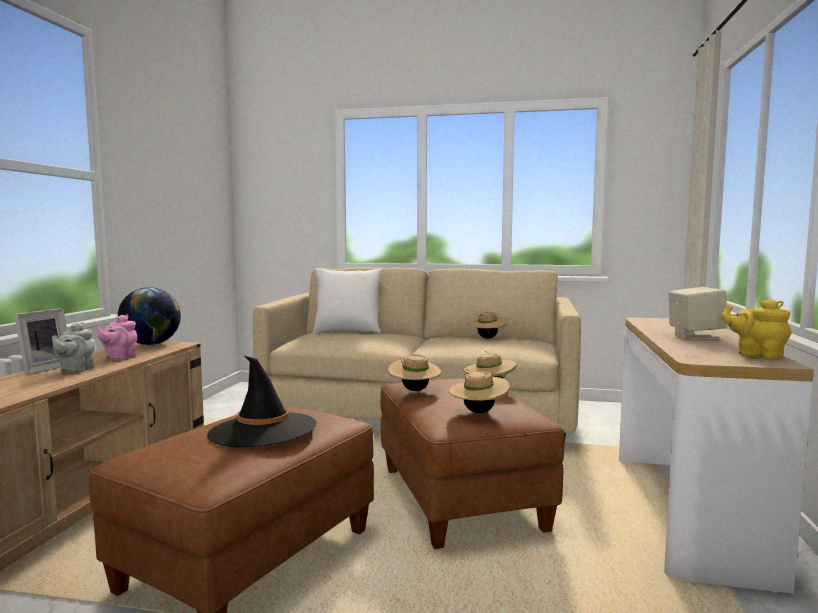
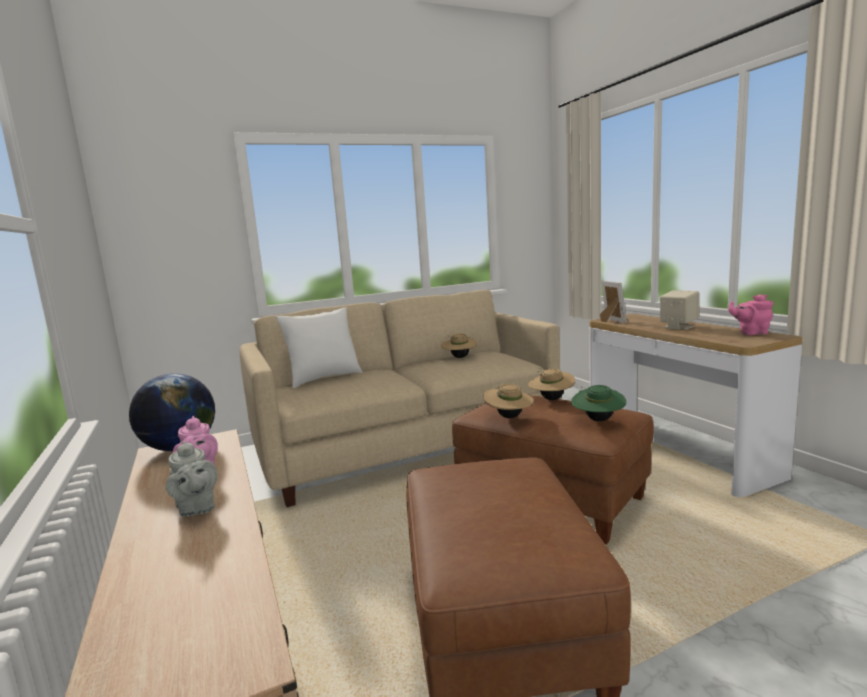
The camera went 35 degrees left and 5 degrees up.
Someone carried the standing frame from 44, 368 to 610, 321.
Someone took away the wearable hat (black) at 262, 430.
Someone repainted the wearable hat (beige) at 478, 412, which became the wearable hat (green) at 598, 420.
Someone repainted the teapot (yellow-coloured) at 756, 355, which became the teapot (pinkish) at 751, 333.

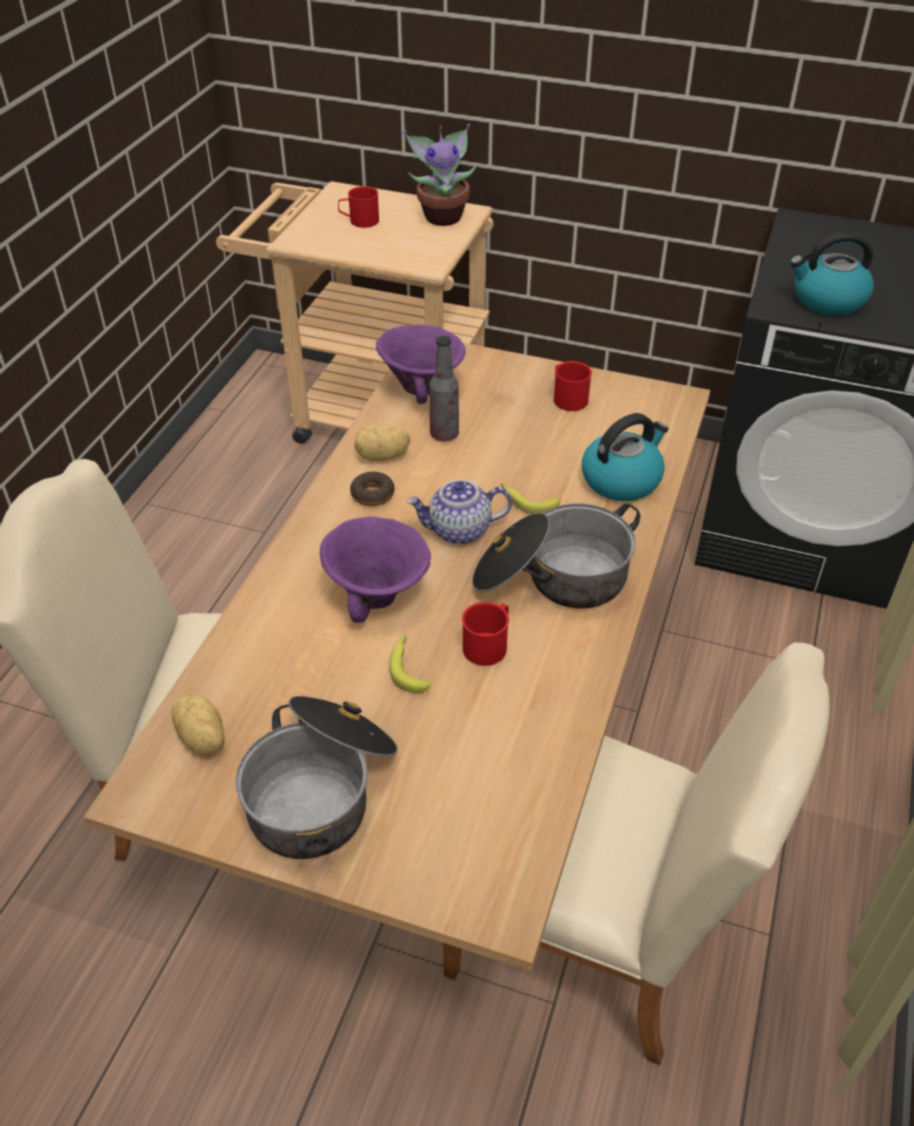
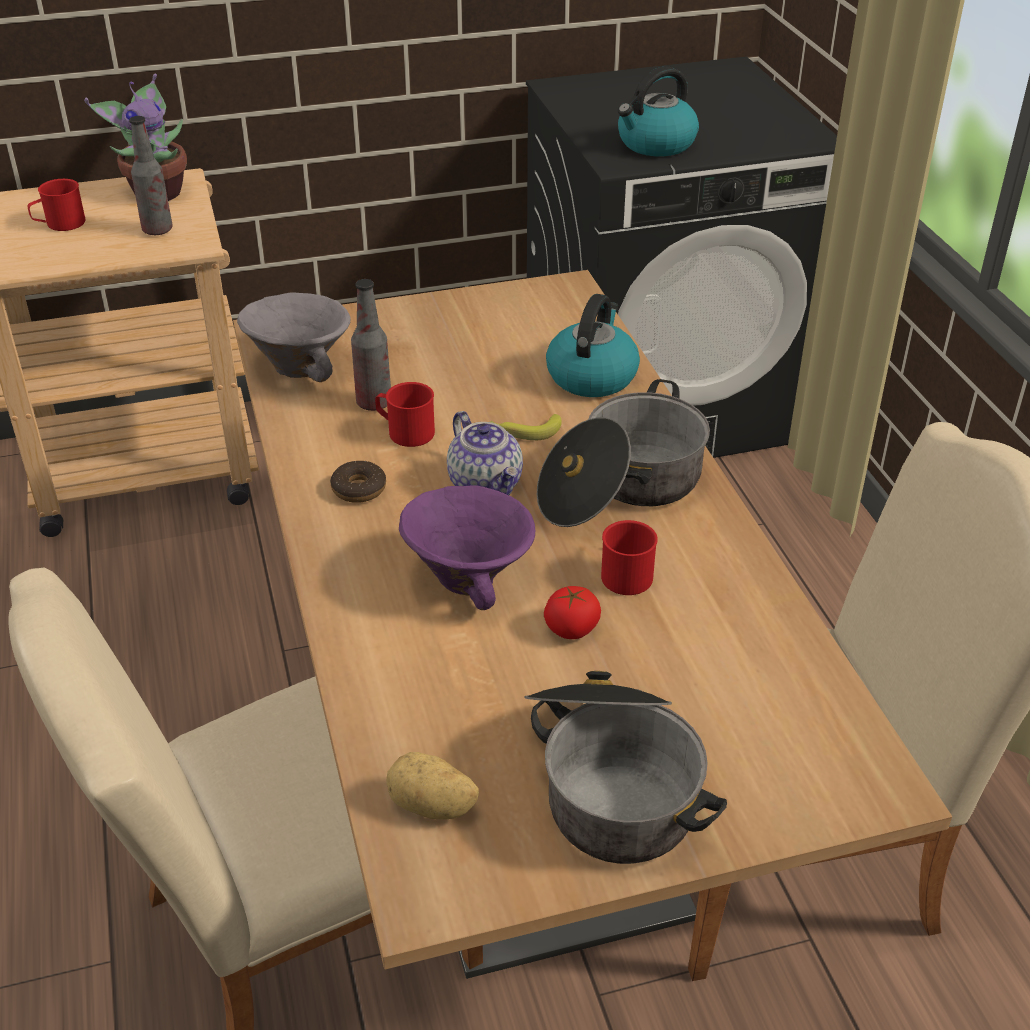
The camera went 35 degrees left and 5 degrees down.
Someone took away the whole potato at 382, 457.
Someone repainted the serving bowl (purple-coloured) at 423, 386, which became the serving bowl (gray) at 301, 367.
Someone swapped the banana at 408, 667 for the whole tomato at 572, 629.
Someone rotated the teapot at 459, 531 by 75 degrees counterclockwise.
Someone carried the tea mug (red) from 567, 397 to 405, 431.
Someone put down the bottle at 157, 230.

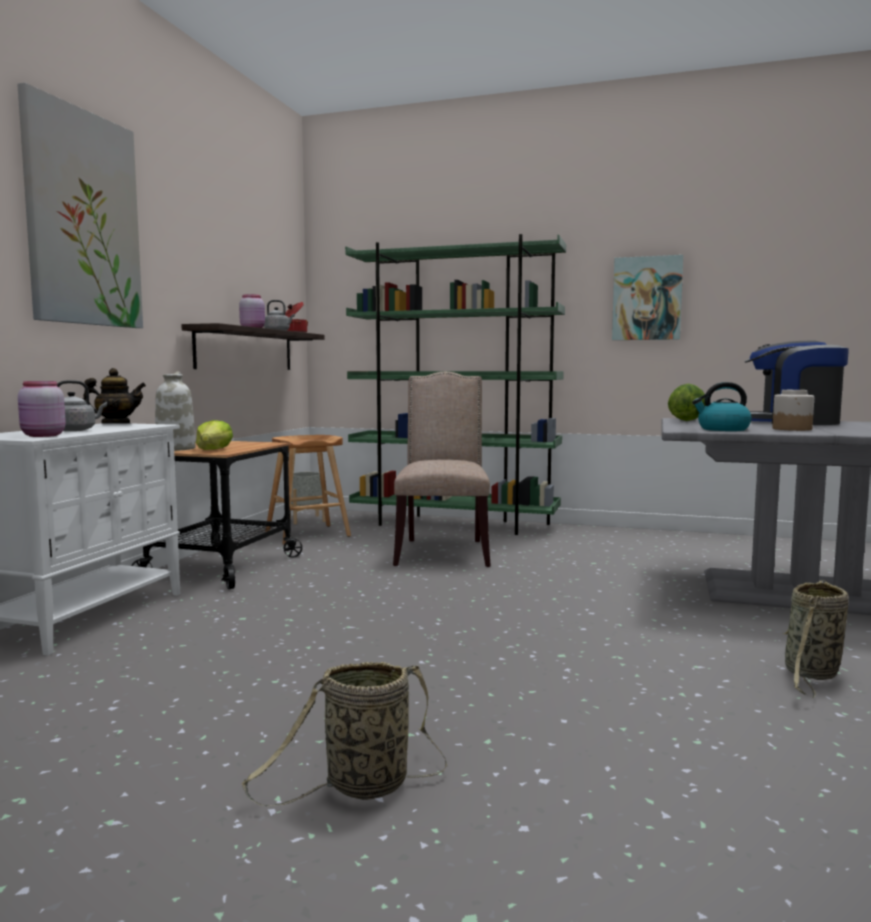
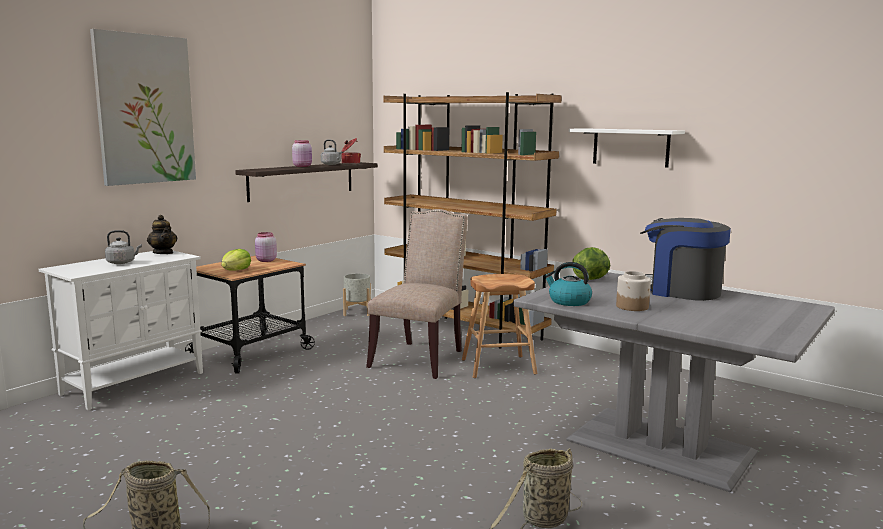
The camera went 20 degrees right and 5 degrees up.
Someone carried the jar (pinkish) from 42, 435 to 265, 260.
Someone rotated the teapot at 116, 424 by 45 degrees clockwise.
Someone took away the flower vase (white-coloured) at 175, 448.
Someone carried the stool (brown) from 307, 535 to 498, 367.
Someone repainted the bookshelf (green) at 454, 524, which became the bookshelf (brown) at 464, 330.
Someone swapped the wall art at 647, 298 for the shelf (white-coloured) at 630, 147.

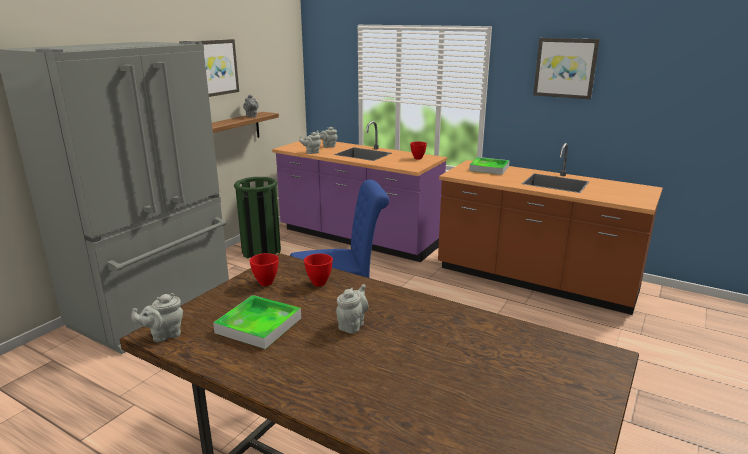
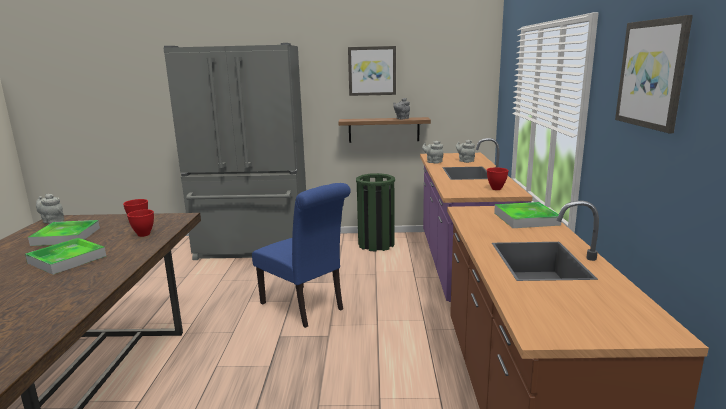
The camera went 60 degrees right and 5 degrees down.
Someone swapped the teapot (gray) at 352, 325 for the serving tray at 67, 259.

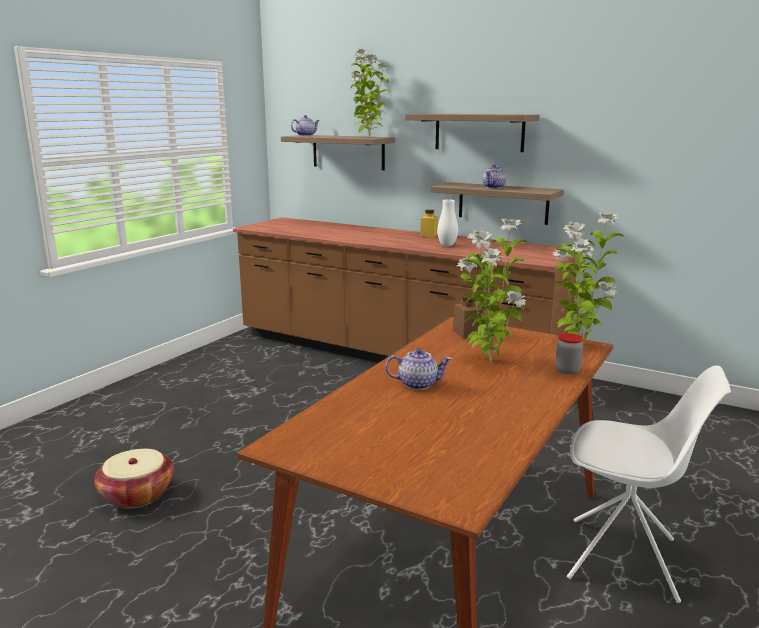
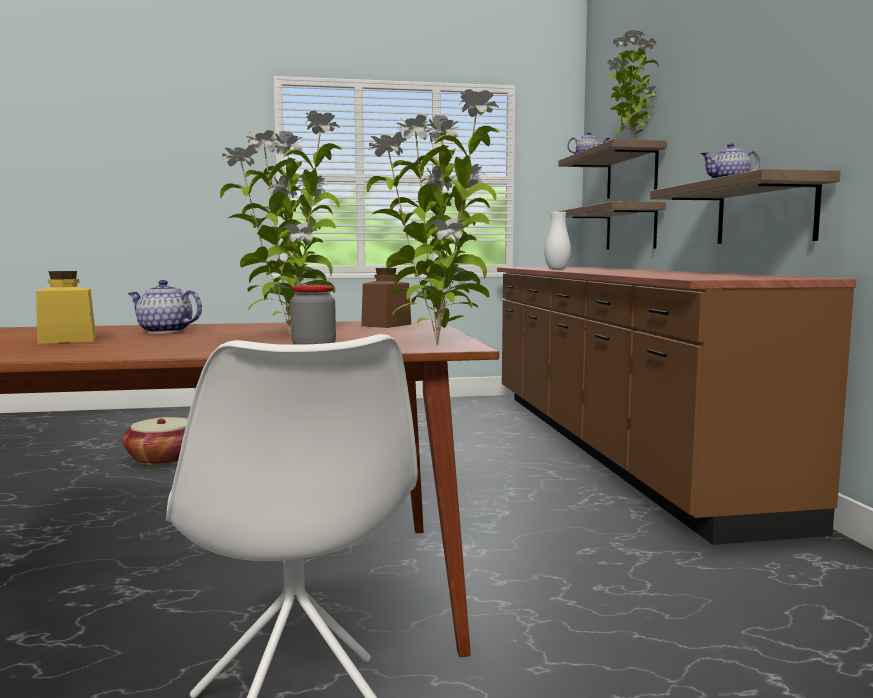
The camera went 50 degrees right and 10 degrees down.
Someone rotated the teapot at 418, 384 by 150 degrees clockwise.
Someone carried the shelf from 479, 132 to 630, 228.
Someone carried the jar (yellow-coloured) from 429, 235 to 67, 340.
Someone carried the flower vase (white-coloured) from 447, 245 to 557, 269.

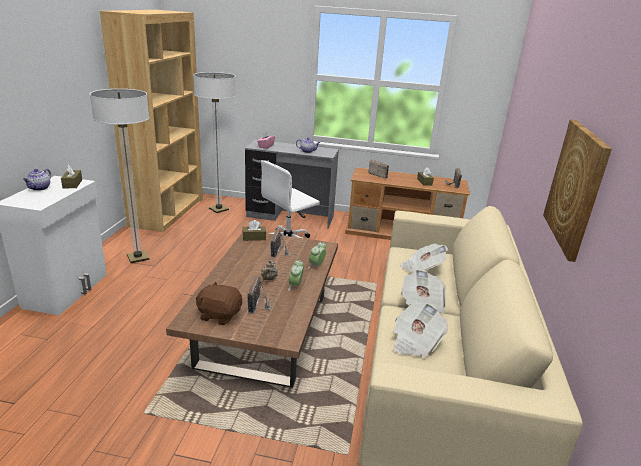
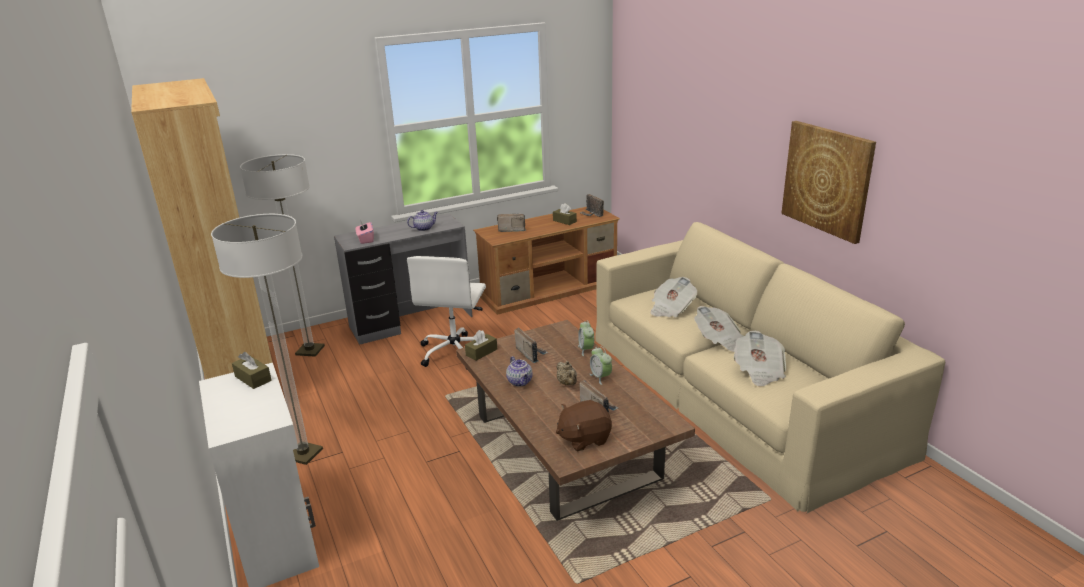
The camera went 35 degrees left and 0 degrees up.
Someone carried the teapot from 39, 188 to 520, 382.

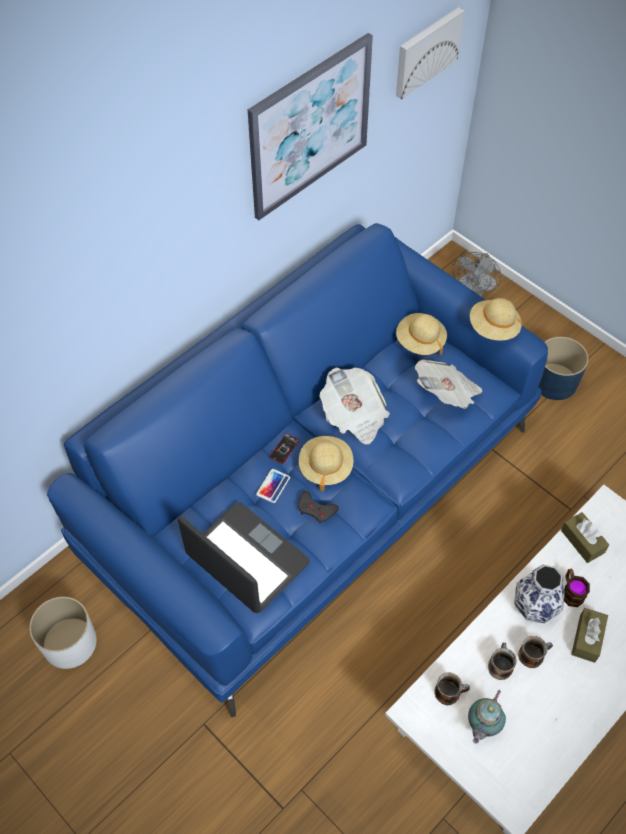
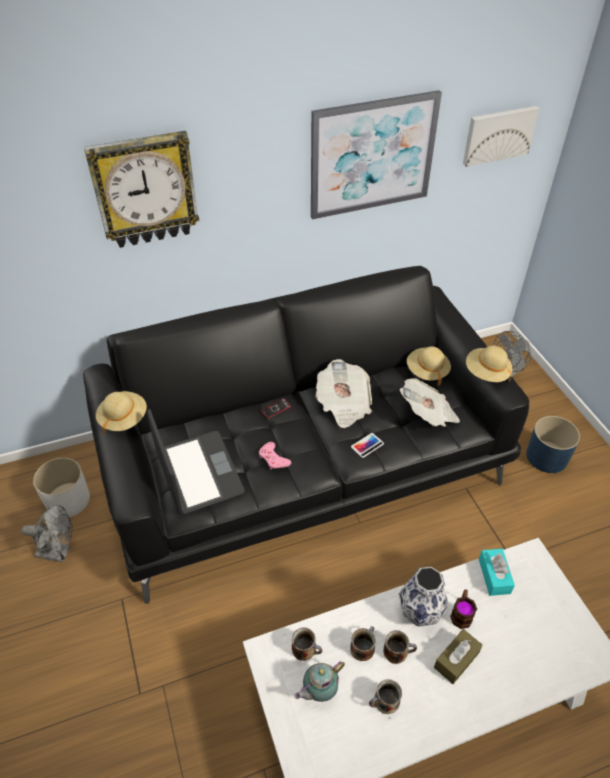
The camera went 25 degrees right and 10 degrees down.
Someone repainted the settee (blue-coloured) at 313, 487, which became the settee (black) at 304, 462.
Someone carried the phone from 273, 486 to 367, 445.
Someone repainted the game controller (gray) at 316, 509, which became the game controller (pinkish) at 273, 459.
Someone carried the wearable hat (beige) from 325, 467 to 123, 419.
Someone repainted the tissue box (brown) at 582, 541, which became the tissue box (turquoise-coloured) at 494, 576.
Someone put down the electric fan (gray) at 58, 553.
Someone put up the wall clock at 145, 190.
Someone put down the tea mug at 385, 702.

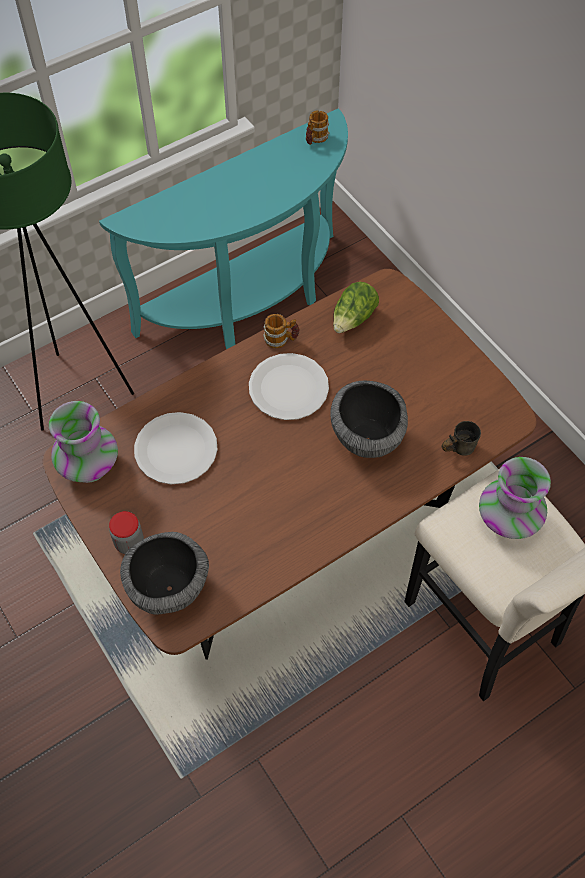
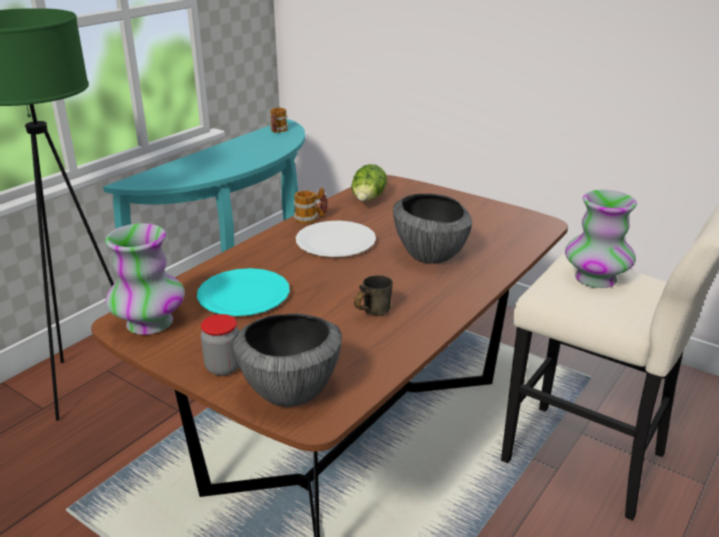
The camera went 20 degrees left and 30 degrees down.
Someone repainted the flat dish (white-coloured) at 176, 450, which became the flat dish (turquoise-coloured) at 243, 295.
Someone carried the tea mug (gray) from 457, 447 to 370, 312.

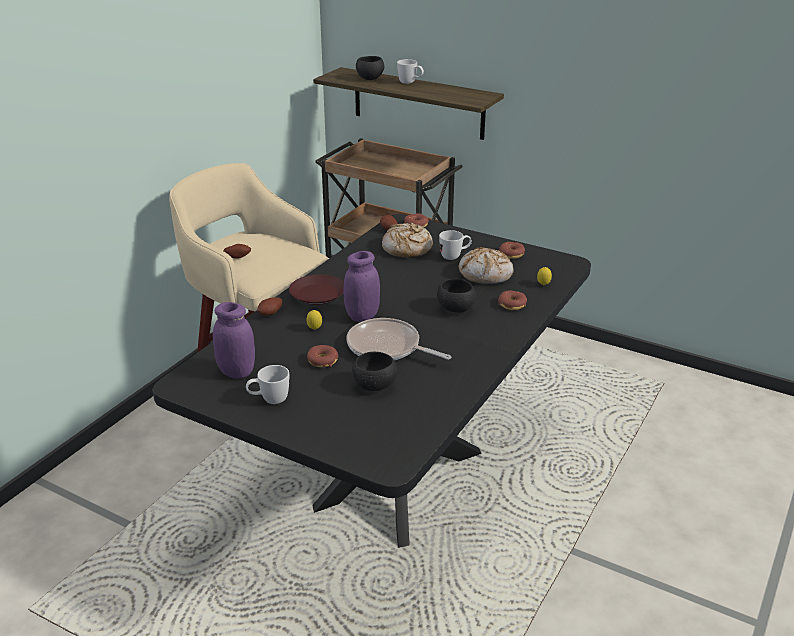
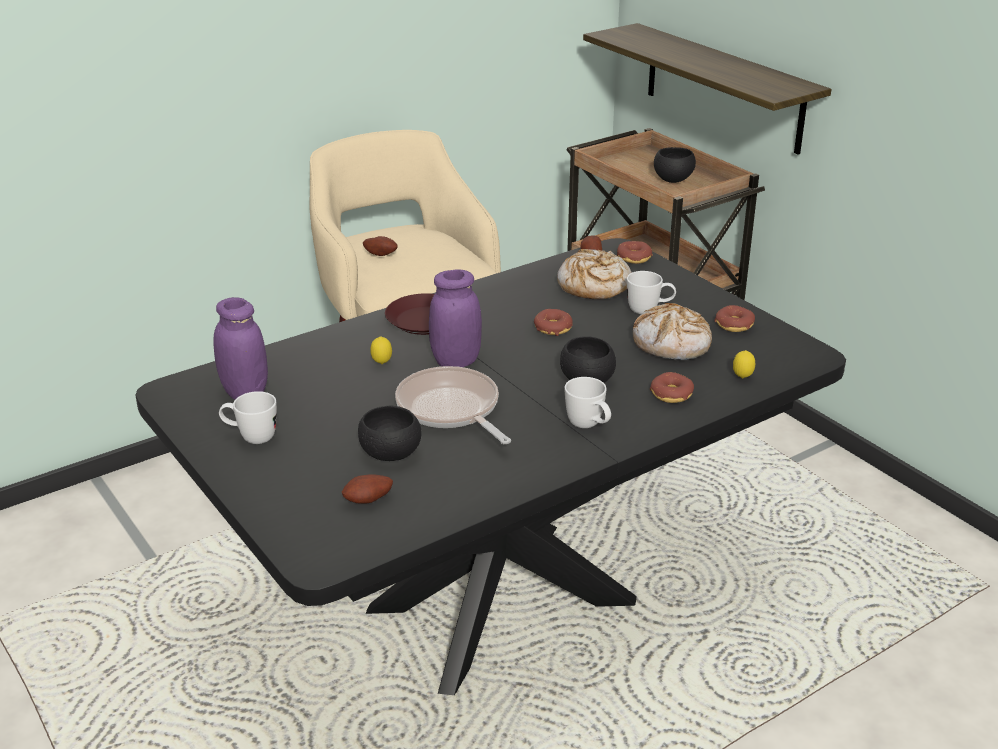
The camera went 25 degrees right and 0 degrees up.
Someone carried the whole potato from 271, 314 to 368, 501.
Someone carried the ring doughnut from 322, 360 to 553, 328.
Someone carried the serving bowl (black) from 370, 78 to 673, 180.
Someone carried the tea mug (white-coloured) from 410, 83 to 589, 426.

